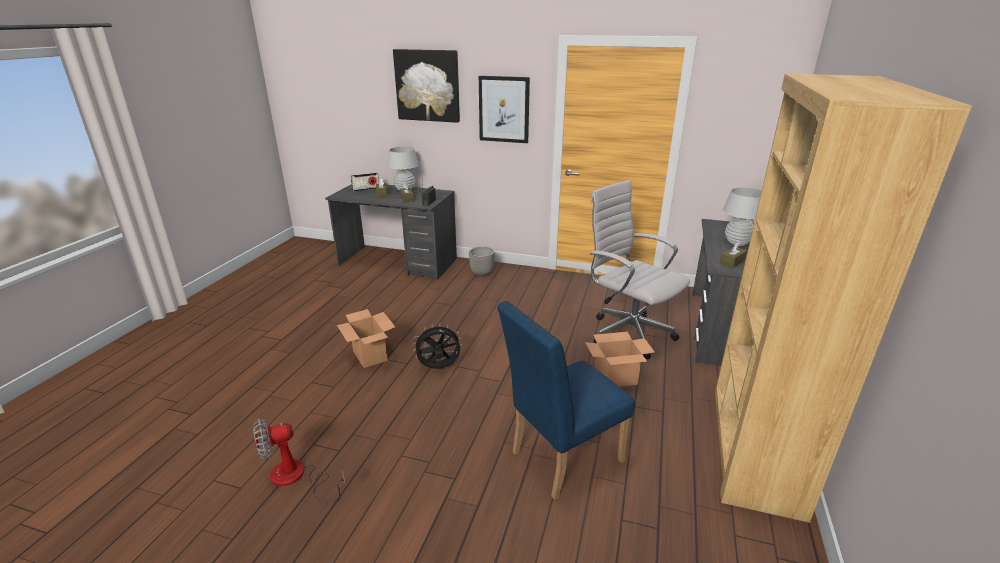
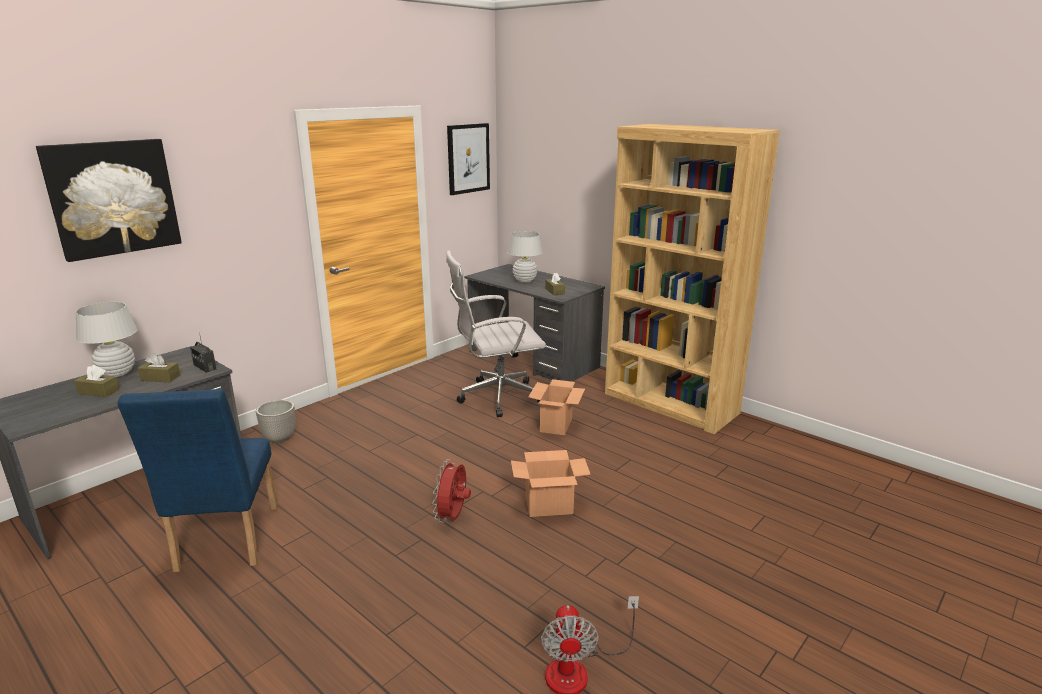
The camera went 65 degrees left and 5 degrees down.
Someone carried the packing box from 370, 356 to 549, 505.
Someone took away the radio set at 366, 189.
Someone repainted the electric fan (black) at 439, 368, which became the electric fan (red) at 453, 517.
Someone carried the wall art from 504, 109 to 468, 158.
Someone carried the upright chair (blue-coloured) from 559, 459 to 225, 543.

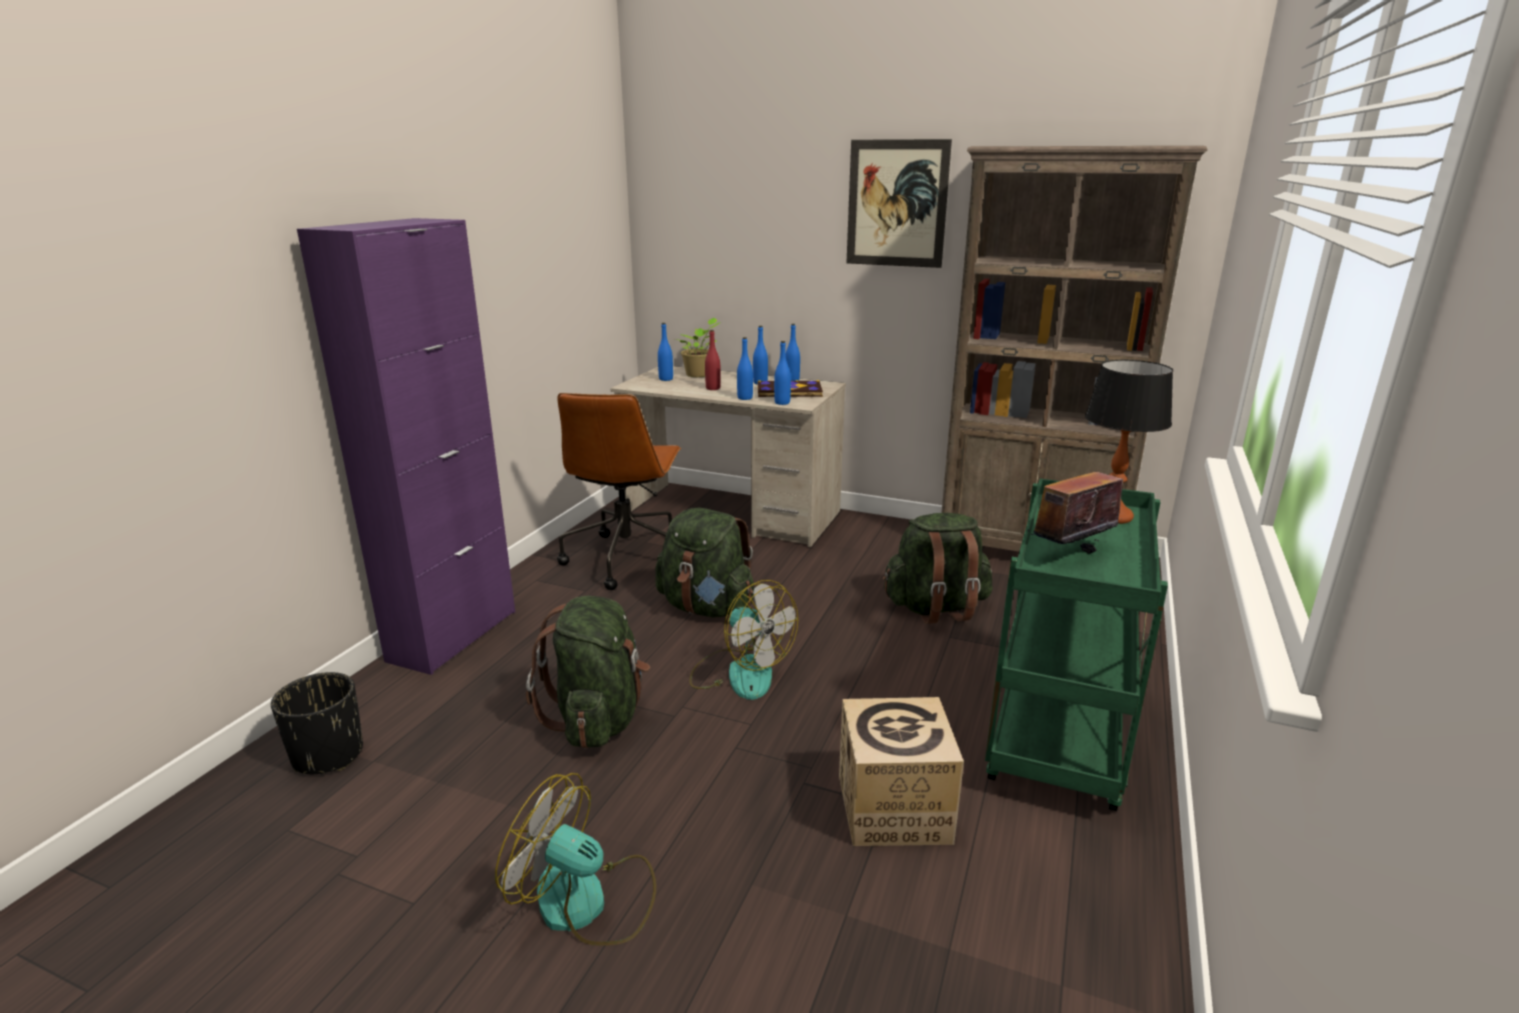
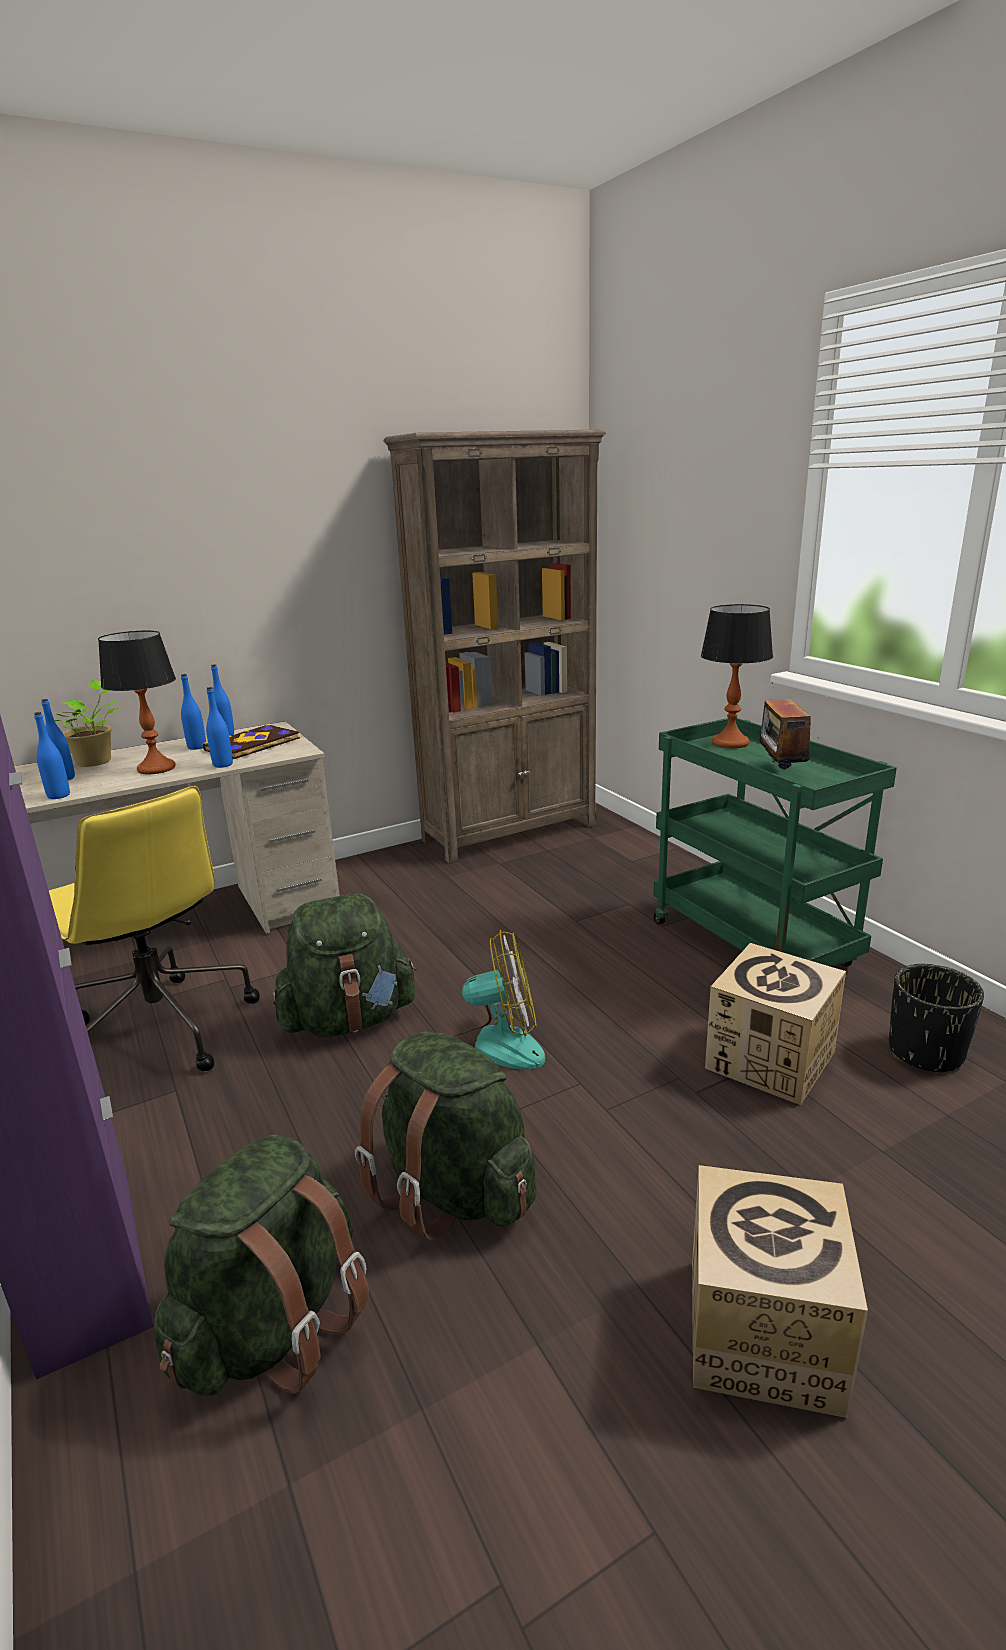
The camera went 50 degrees left and 0 degrees up.
Someone carried the plant pot (black) from 329, 755 to 925, 1052.
Someone swapped the electric fan at 587, 902 for the packing box at 762, 1333.
Someone repainted the office chair (brown) at 626, 558, which became the office chair (yellow-coloured) at 160, 1029.
Someone swapped the bottle (red) at 713, 388 for the lamp for a table at 156, 768.
Someone carried the bottle (blue-coloured) from 782, 403 to 58, 795.
Someone took away the wall art at 897, 204.
Someone carried the rucksack (green) from 936, 608 to 273, 1325.

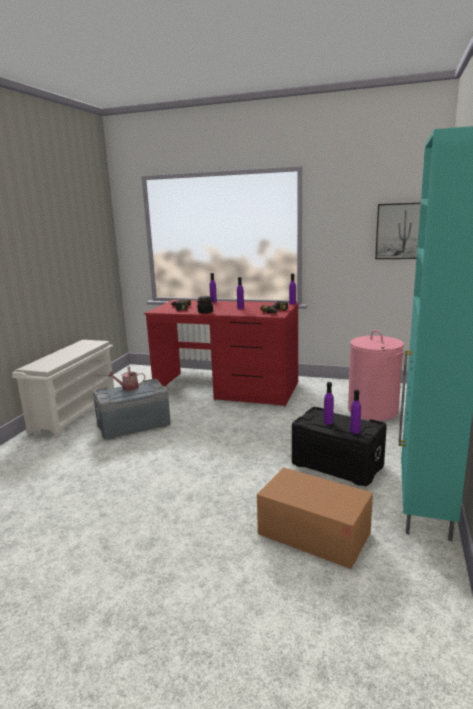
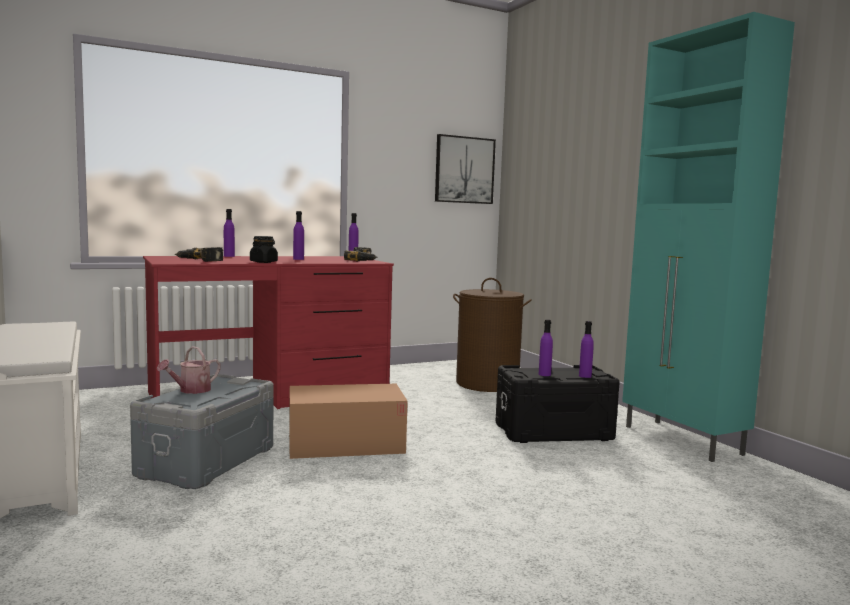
The camera went 45 degrees left and 10 degrees down.
Someone carried the packing box from 314, 533 to 345, 444.
Someone repainted the washing basket (pinkish) at 373, 410, which became the washing basket (brown) at 487, 384.

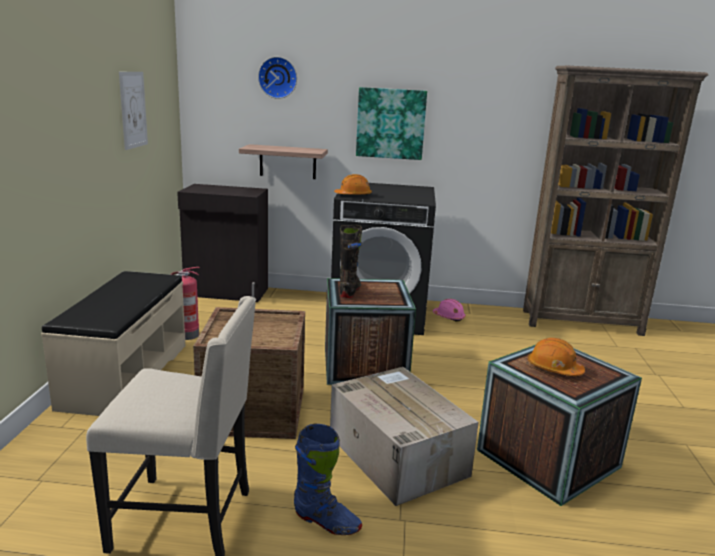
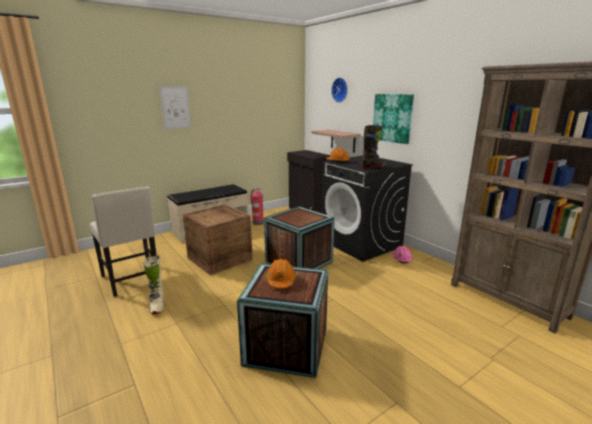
The camera went 50 degrees right and 0 degrees up.
Someone carried the wall art from 133, 110 to 175, 107.
Someone repainted the high-top boot (blue-coloured) at 326, 522, which became the high-top boot (beige) at 157, 306.
Someone took away the packing box at 396, 454.
Someone carried the high-top boot (black) from 349, 291 to 374, 167.

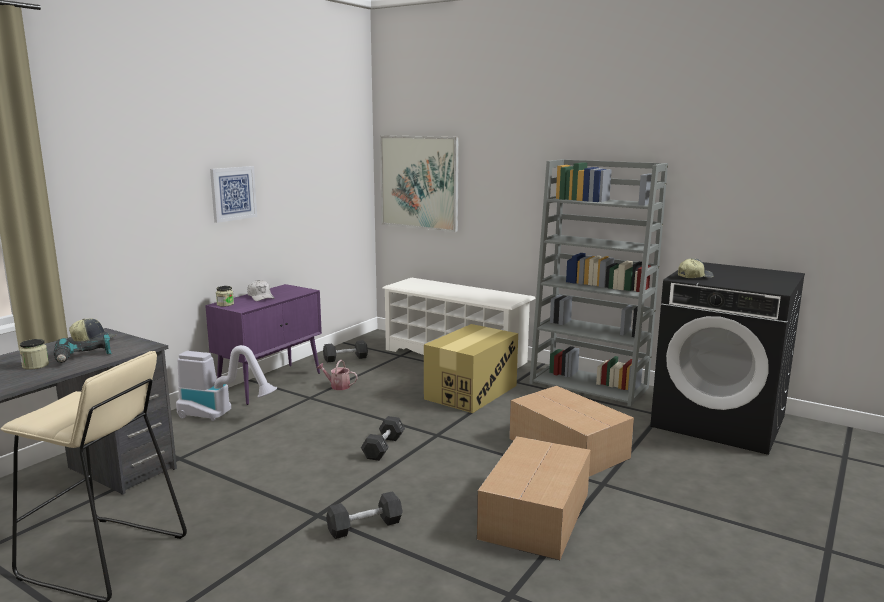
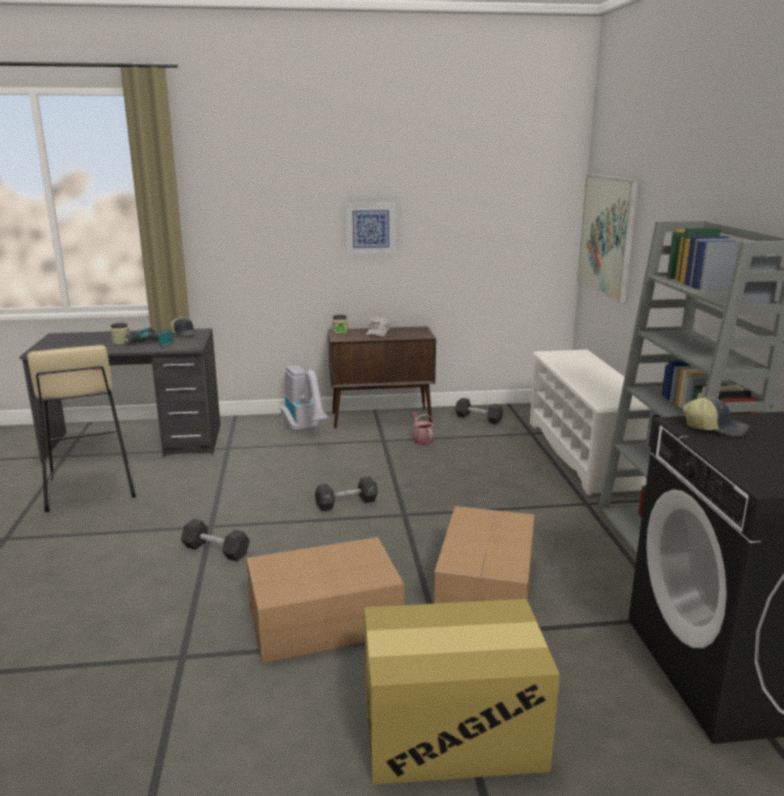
The camera went 50 degrees right and 5 degrees up.
Someone repainted the cupboard (purple-coloured) at 271, 383, which became the cupboard (brown) at 382, 418.
Someone carried the packing box from 471, 392 to 453, 731.

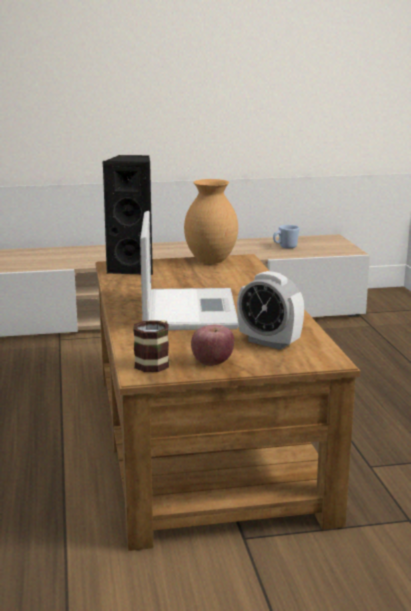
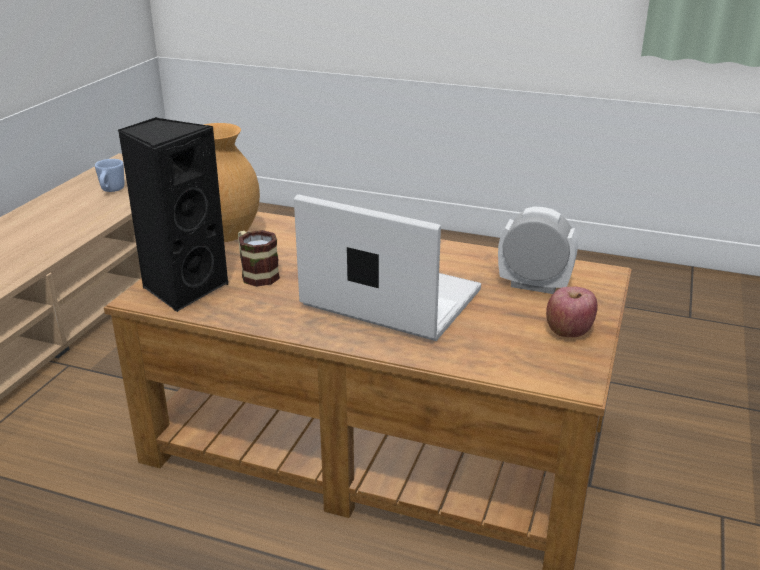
The camera went 60 degrees left and 10 degrees up.
Someone carried the tea mug from 155, 362 to 256, 274.
Someone rotated the bedside clock at 269, 342 by 135 degrees counterclockwise.

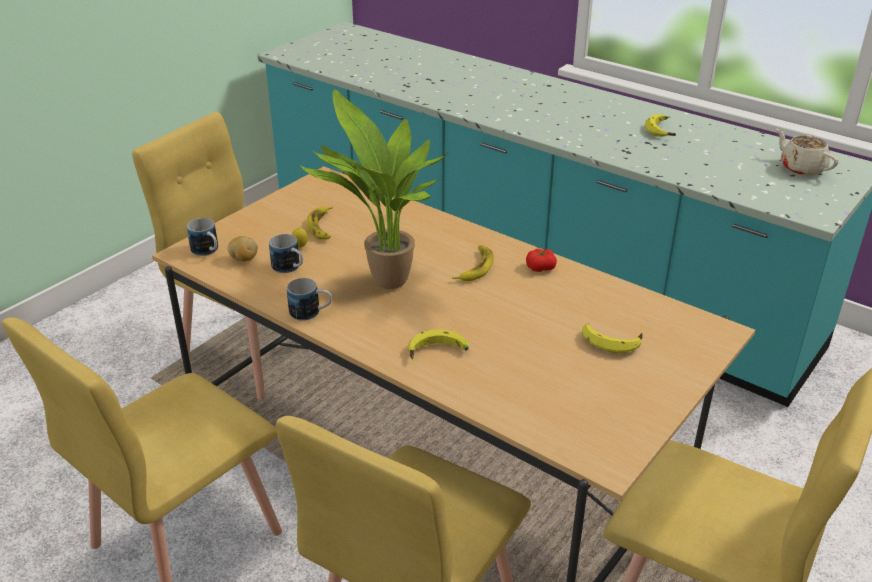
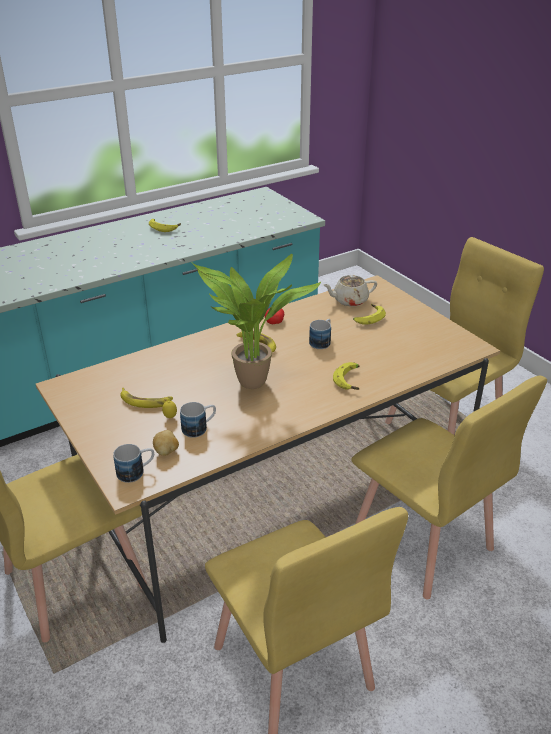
The camera went 70 degrees left and 0 degrees up.
Someone carried the tea mug from 311, 313 to 322, 341.
Someone carried the teapot (beige) from 801, 168 to 349, 300.

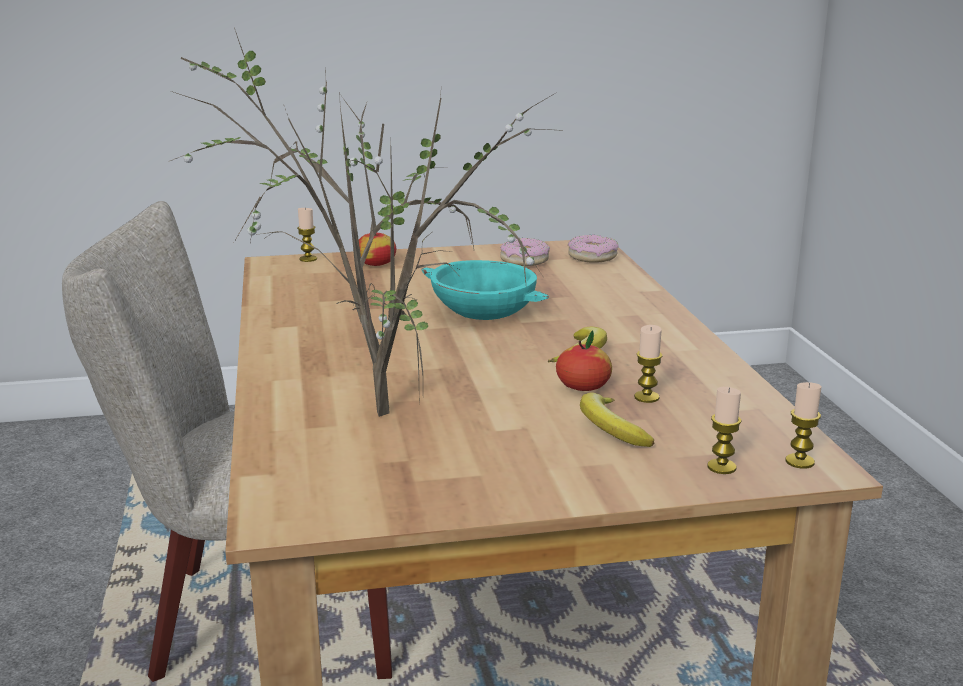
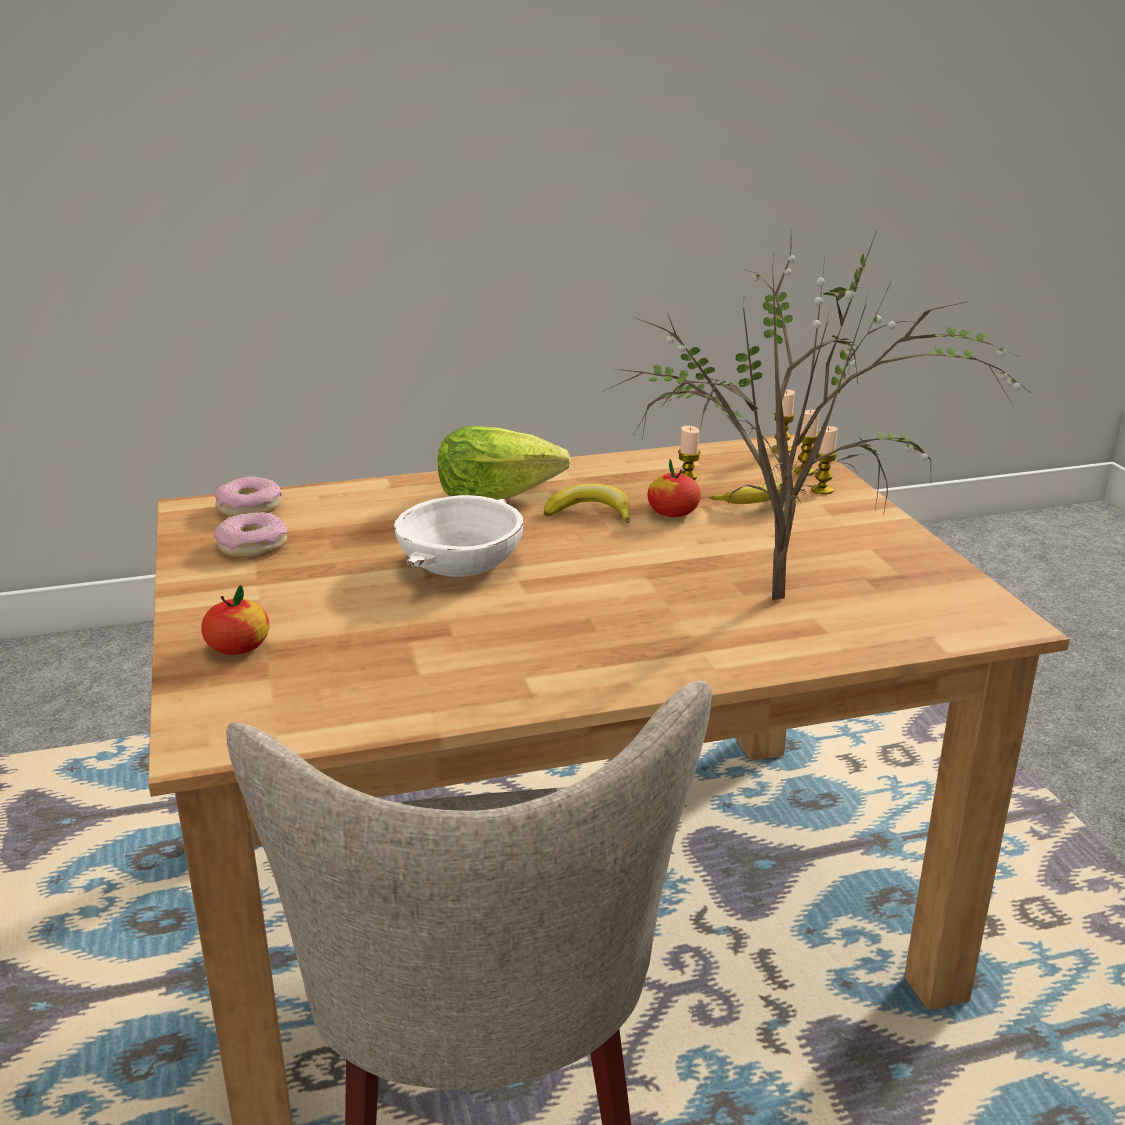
The camera went 95 degrees left and 5 degrees up.
Someone carried the wax candle from 308, 259 to 822, 490.
Someone repainted the serving bowl (turquoise-coloured) at 485, 310, which became the serving bowl (white-coloured) at 459, 562.
Someone put down the lettuce at 497, 496.

